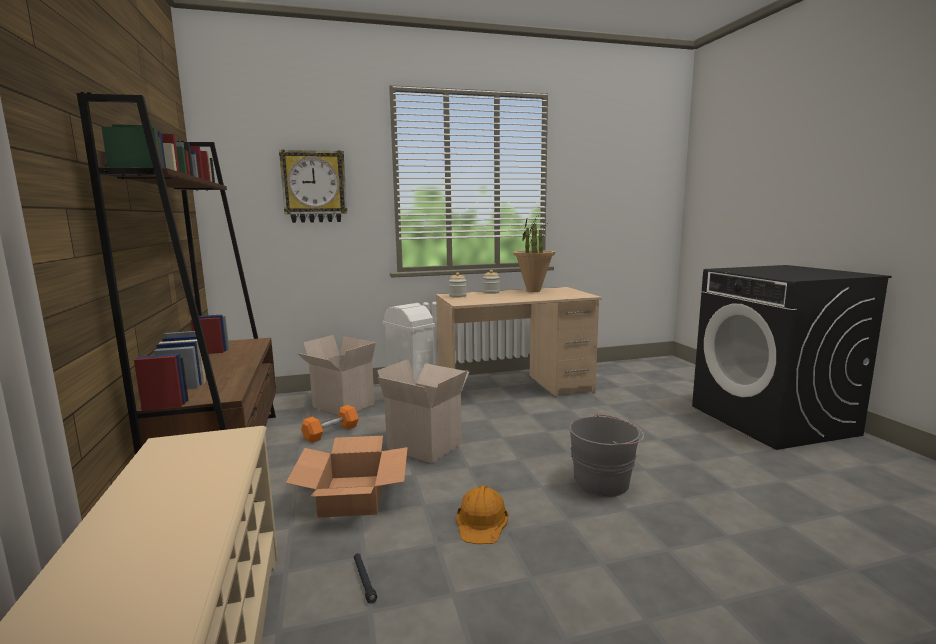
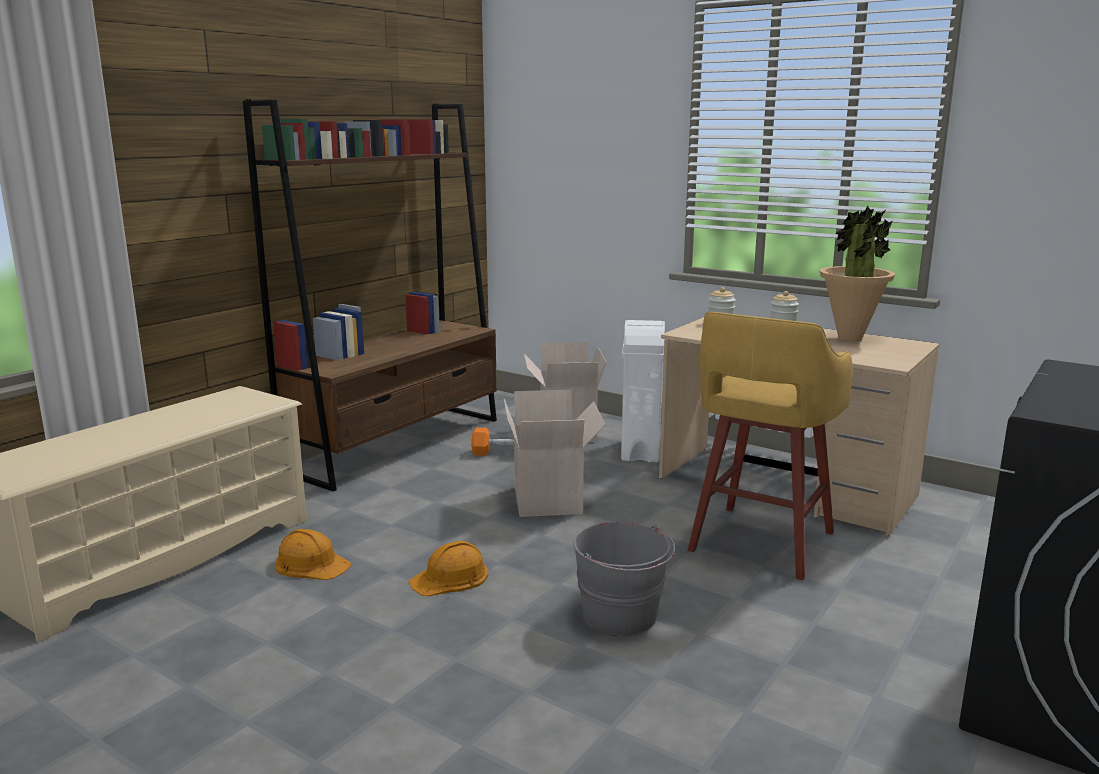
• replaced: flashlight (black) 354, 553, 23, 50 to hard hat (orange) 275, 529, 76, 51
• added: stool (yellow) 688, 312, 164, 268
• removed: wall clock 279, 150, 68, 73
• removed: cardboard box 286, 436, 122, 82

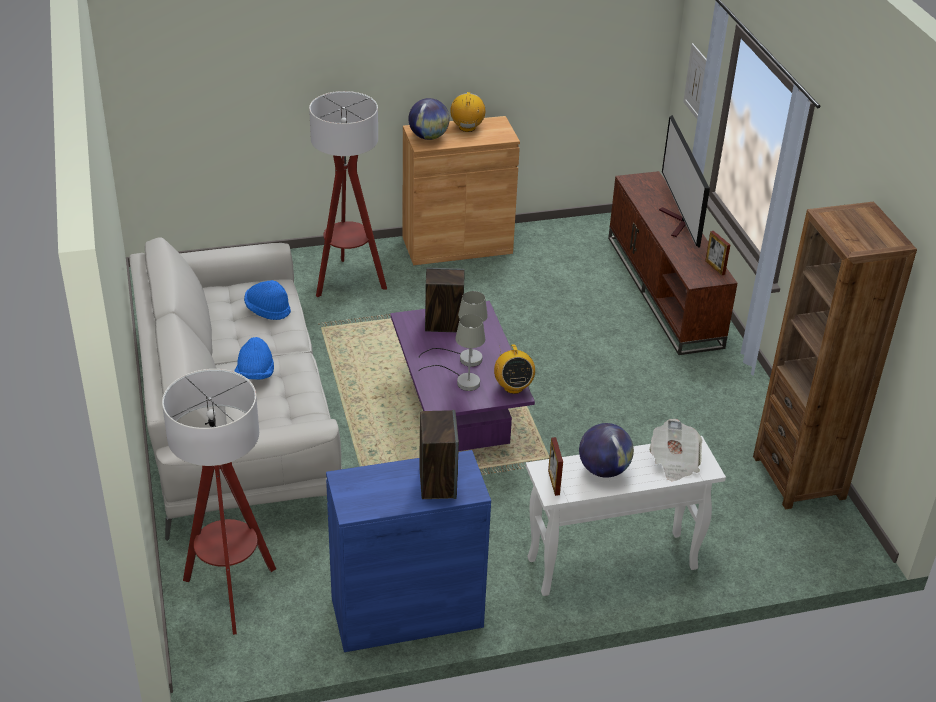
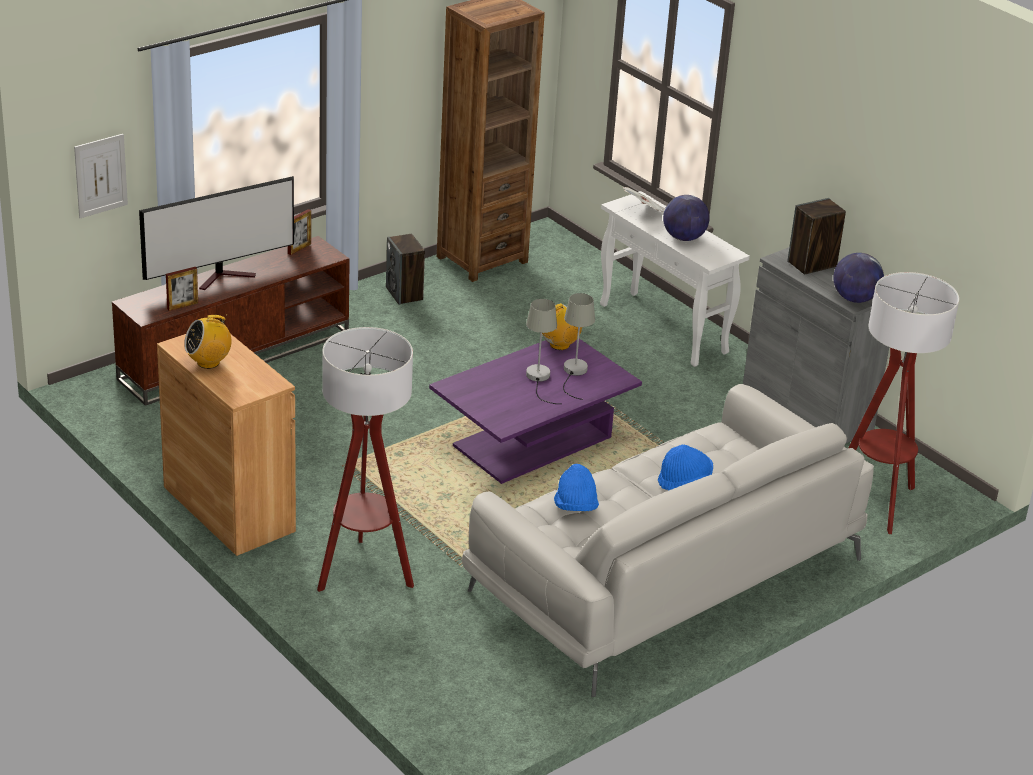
• moved: picture frame 548, 437, 15, 59 to 166, 267, 32, 44
• moved: speaker 425, 268, 40, 64 to 386, 234, 39, 71
• recoloured: cabinet (blue) 326, 450, 165, 202 to cabinet (grey) 743, 247, 146, 196
• moved: globe 408, 98, 42, 42 to 833, 253, 51, 50

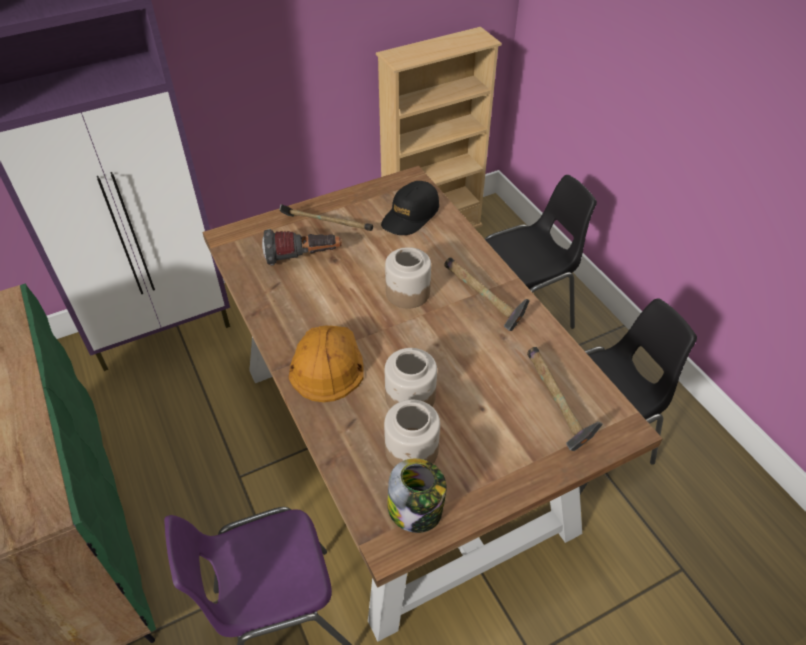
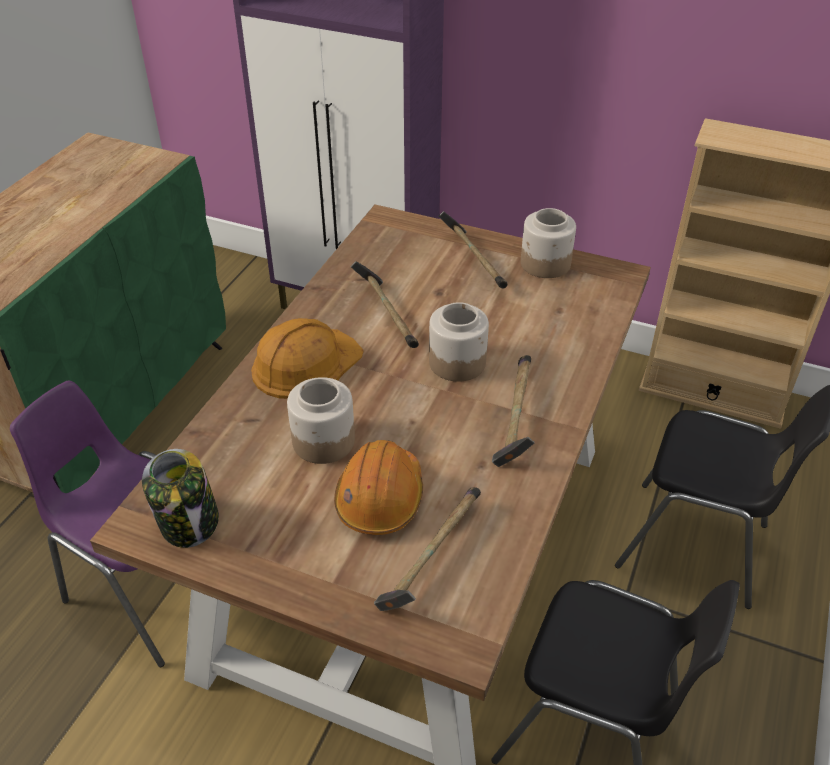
• added: hard hat (orange) 334, 440, 89, 95
• added: hammer 350, 261, 69, 87
• moved: jar 384, 400, 56, 67 to 521, 208, 55, 70
• removed: flashlight 262, 229, 80, 36
• removed: cap (black) 381, 181, 58, 54

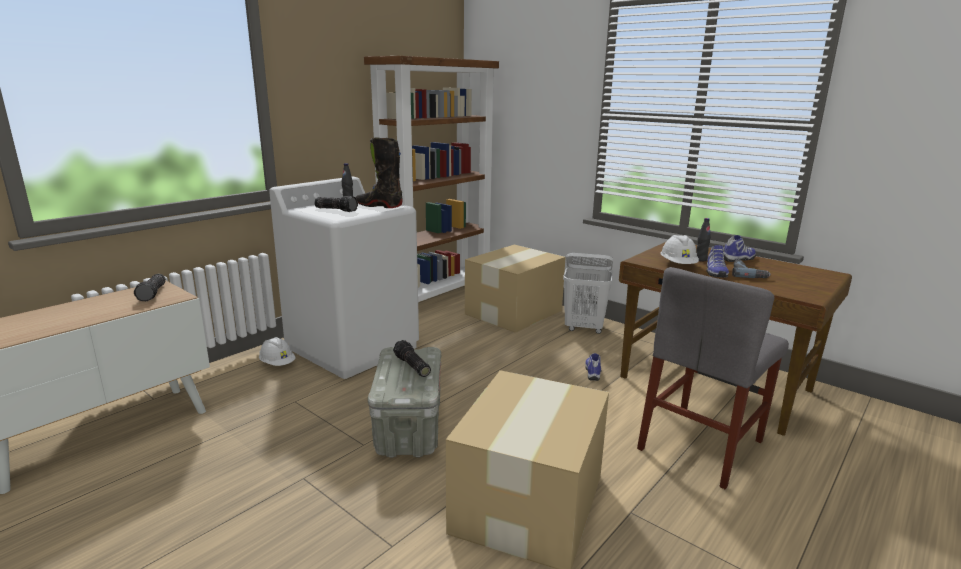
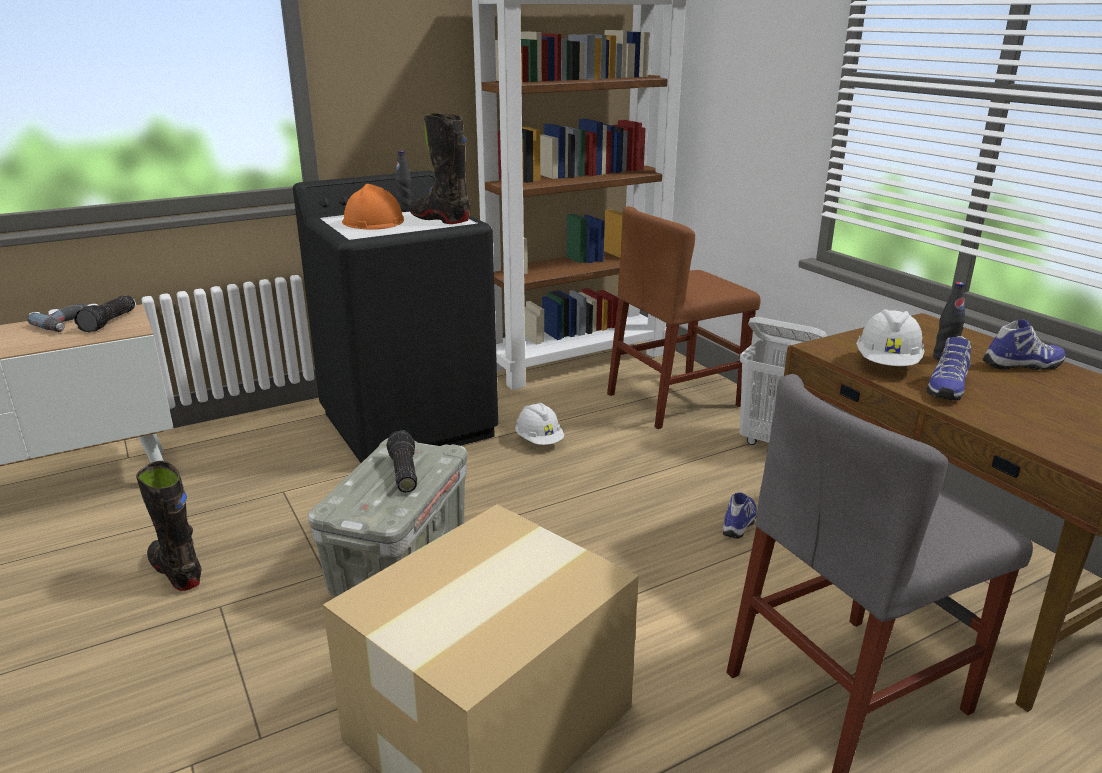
• moved: power drill 732, 260, 39, 18 to 27, 303, 60, 29
• added: boot (black) 136, 461, 66, 130
• recoloured: washing machine (white) 269, 177, 150, 202 to washing machine (black) 293, 170, 205, 293
• replaced: flashlight 314, 196, 44, 16 to hard hat (orange) 342, 184, 62, 46
• moved: hard hat (white) 259, 337, 37, 29 to 515, 403, 49, 42
• replaced: cardboard box 465, 245, 100, 88 to chair (brown) 607, 206, 154, 223

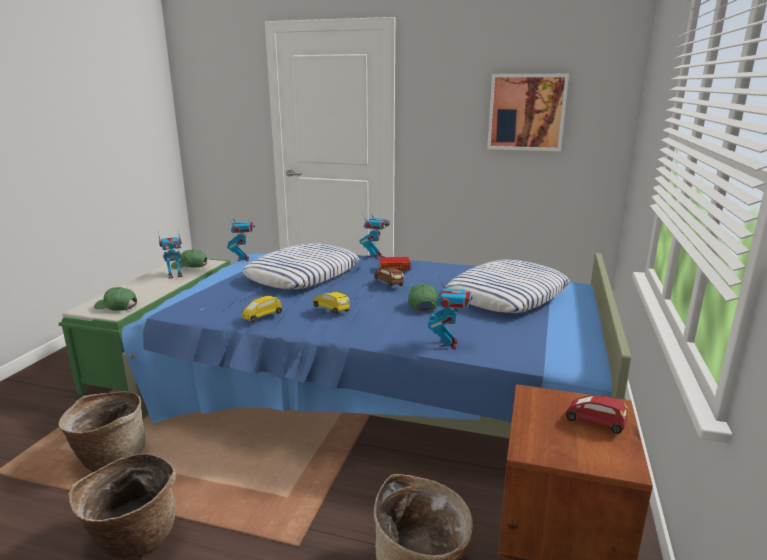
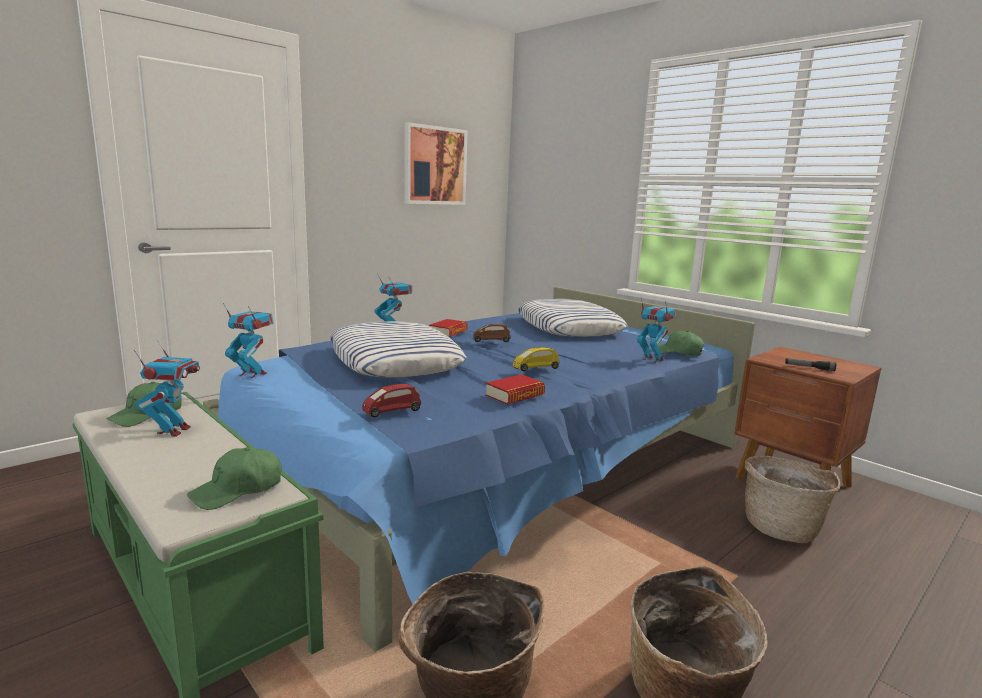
• moved: toy car (red) 565, 395, 63, 39 to 362, 384, 59, 34
• replaced: toy car (yellow) 242, 296, 40, 26 to book 485, 374, 60, 31
• moved: cap (green) 408, 284, 30, 27 to 658, 331, 46, 25
• added: flashlight 785, 358, 51, 13

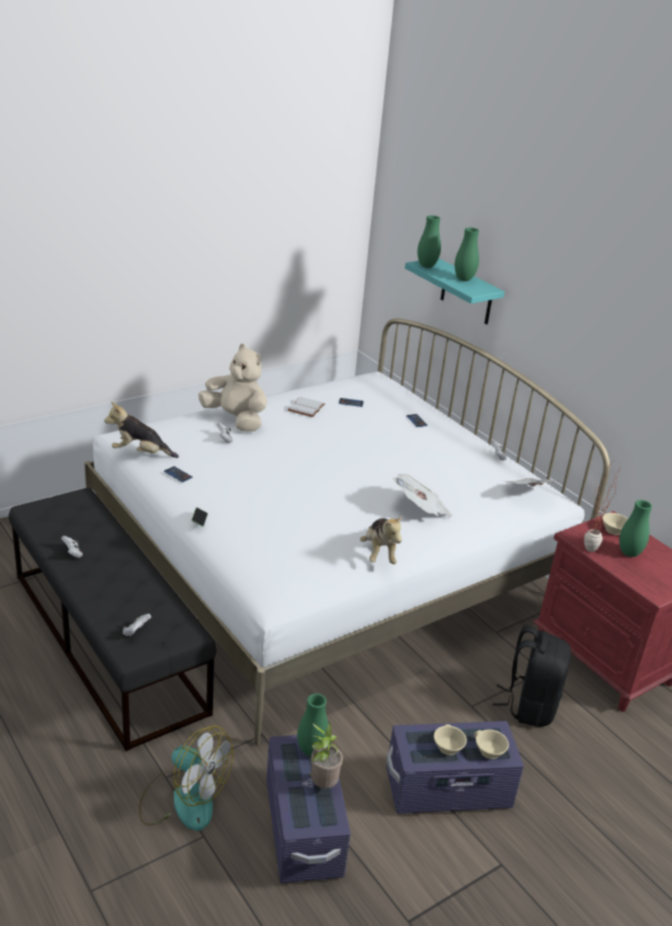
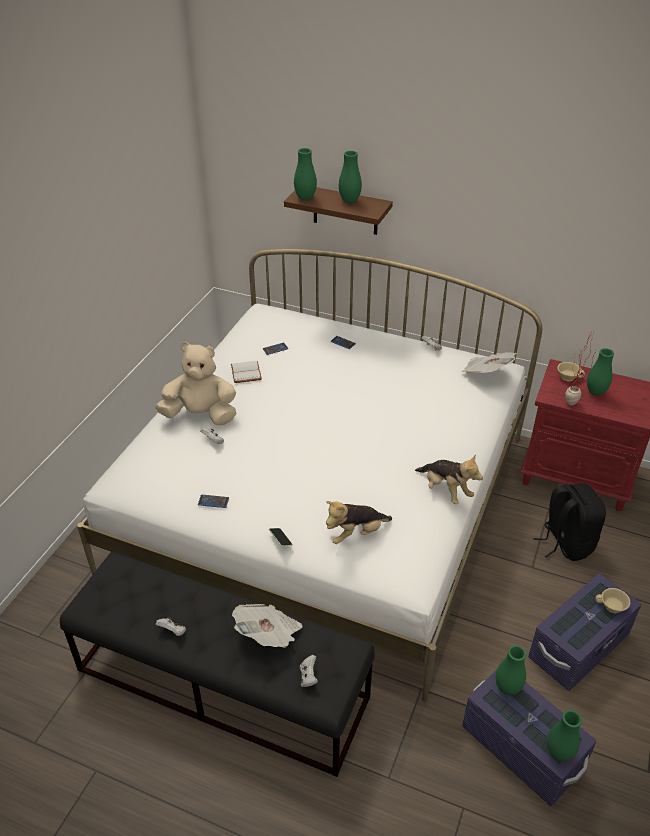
• moved: newspaper 393, 474, 59, 42 to 232, 604, 71, 44
• recoloured: shelf (turquoise) 405, 259, 100, 66 to shelf (brown) 284, 187, 109, 48
• moved: plush toy 104, 402, 75, 56 to 326, 501, 66, 43
• added: vase (green) 547, 710, 35, 51
• removed: fan 139, 726, 94, 105
• removed: potted plant 309, 722, 34, 66
• removed: cup (beige) 434, 724, 33, 31

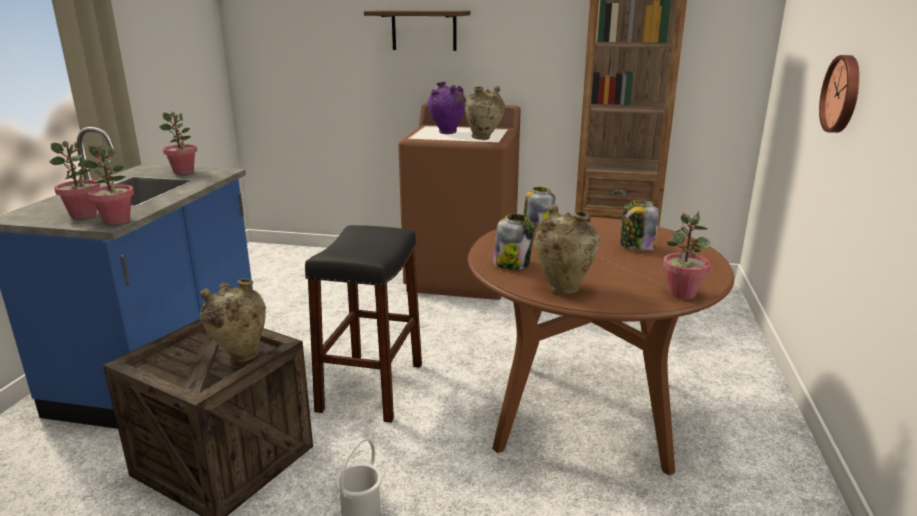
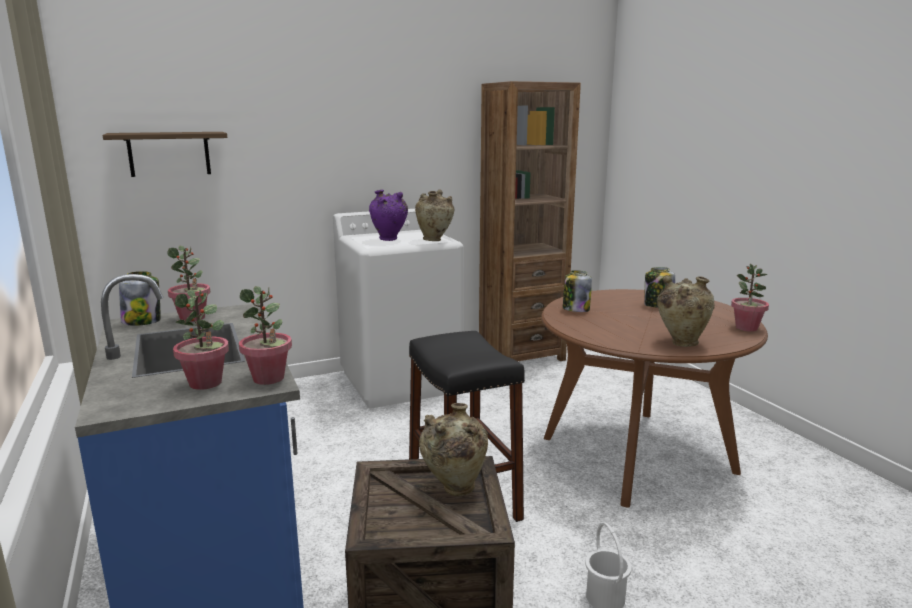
• moved: shelf 364, 10, 106, 41 to 103, 132, 124, 45
• moved: jar 493, 214, 41, 56 to 119, 271, 42, 55
• recoloured: washing machine (brown) 398, 103, 123, 197 to washing machine (white) 333, 209, 131, 200
• removed: wall clock 819, 55, 41, 78

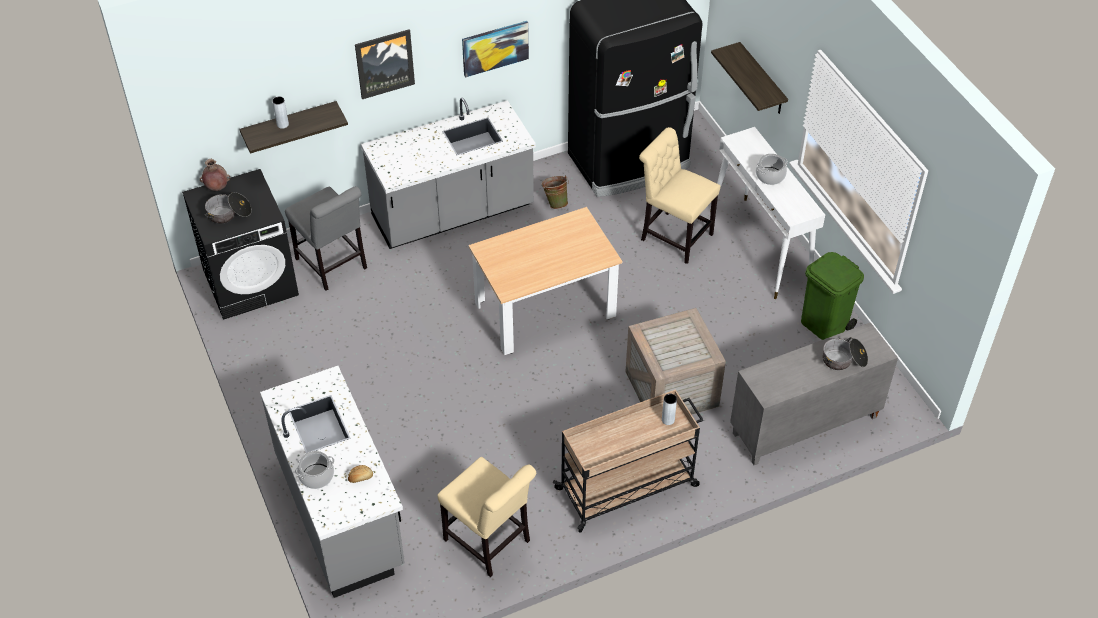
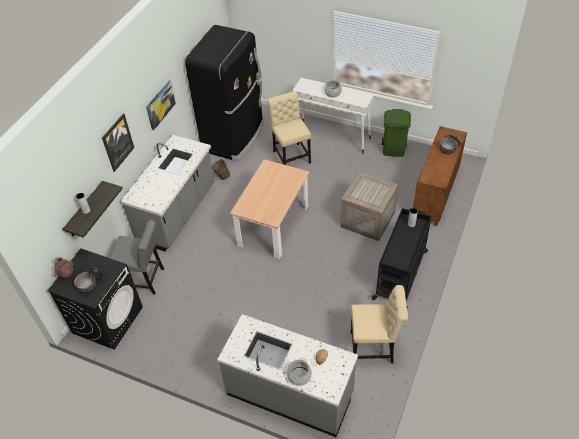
• turned: chair (beige) 639, 127, 81, 137 = 267, 91, 44, 74 75 degrees clockwise
• recoloured: cart (beige) 553, 389, 150, 144 to cart (black) 371, 208, 61, 100
• recoloured: cabinet (grey) 730, 322, 168, 143 to cabinet (brown) 413, 126, 54, 100
• removed: shelf 711, 42, 77, 72

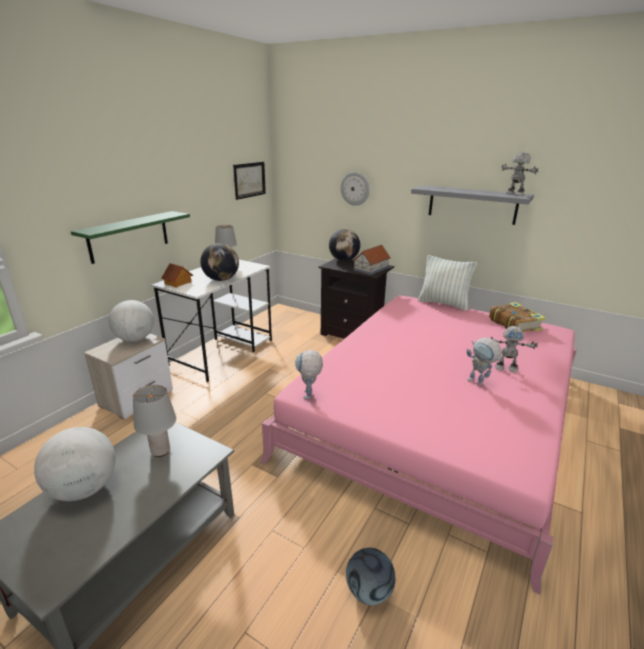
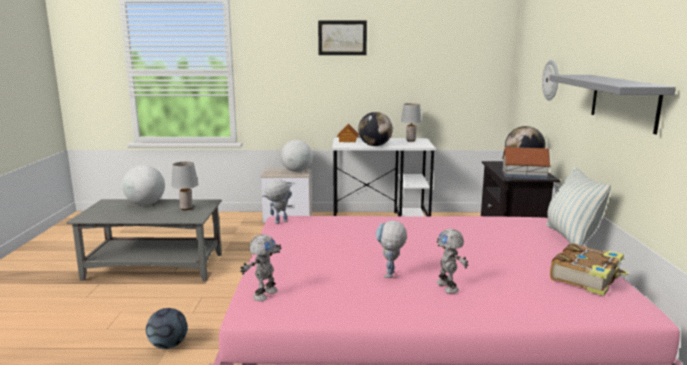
• moved: toy robot 501, 152, 37, 44 to 240, 234, 41, 67
• moved: picture 233, 162, 33, 38 to 318, 20, 49, 35
• removed: shelf (green) 71, 211, 119, 53

